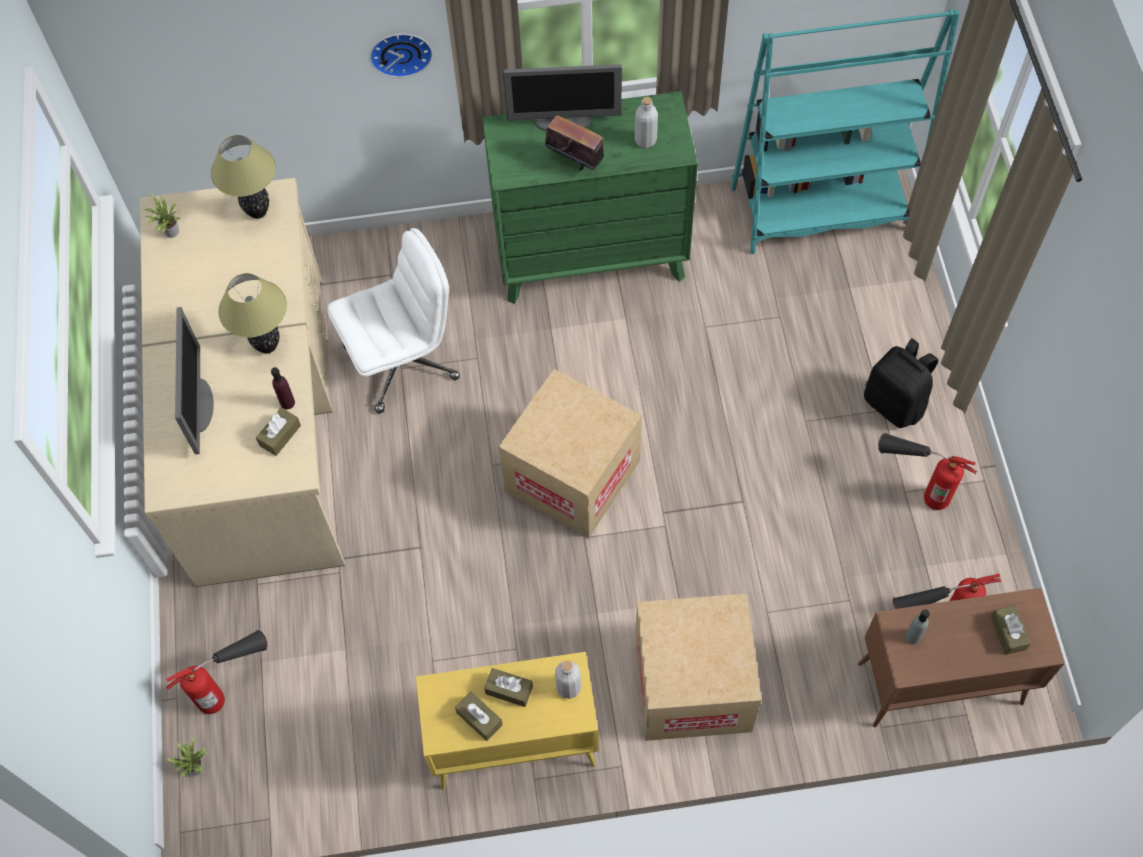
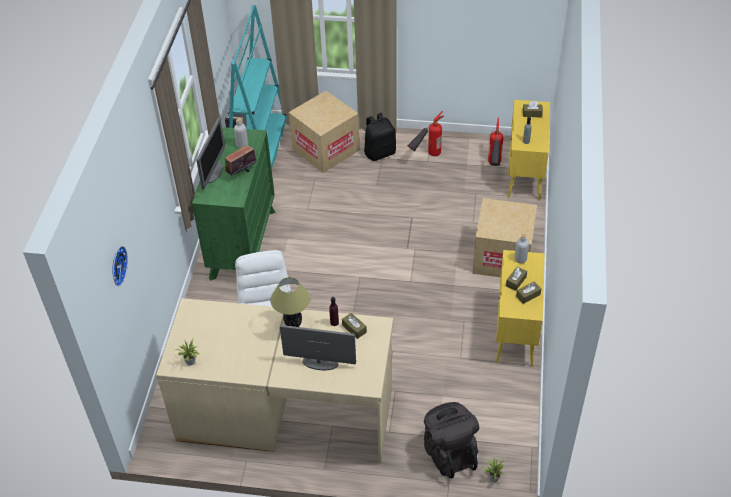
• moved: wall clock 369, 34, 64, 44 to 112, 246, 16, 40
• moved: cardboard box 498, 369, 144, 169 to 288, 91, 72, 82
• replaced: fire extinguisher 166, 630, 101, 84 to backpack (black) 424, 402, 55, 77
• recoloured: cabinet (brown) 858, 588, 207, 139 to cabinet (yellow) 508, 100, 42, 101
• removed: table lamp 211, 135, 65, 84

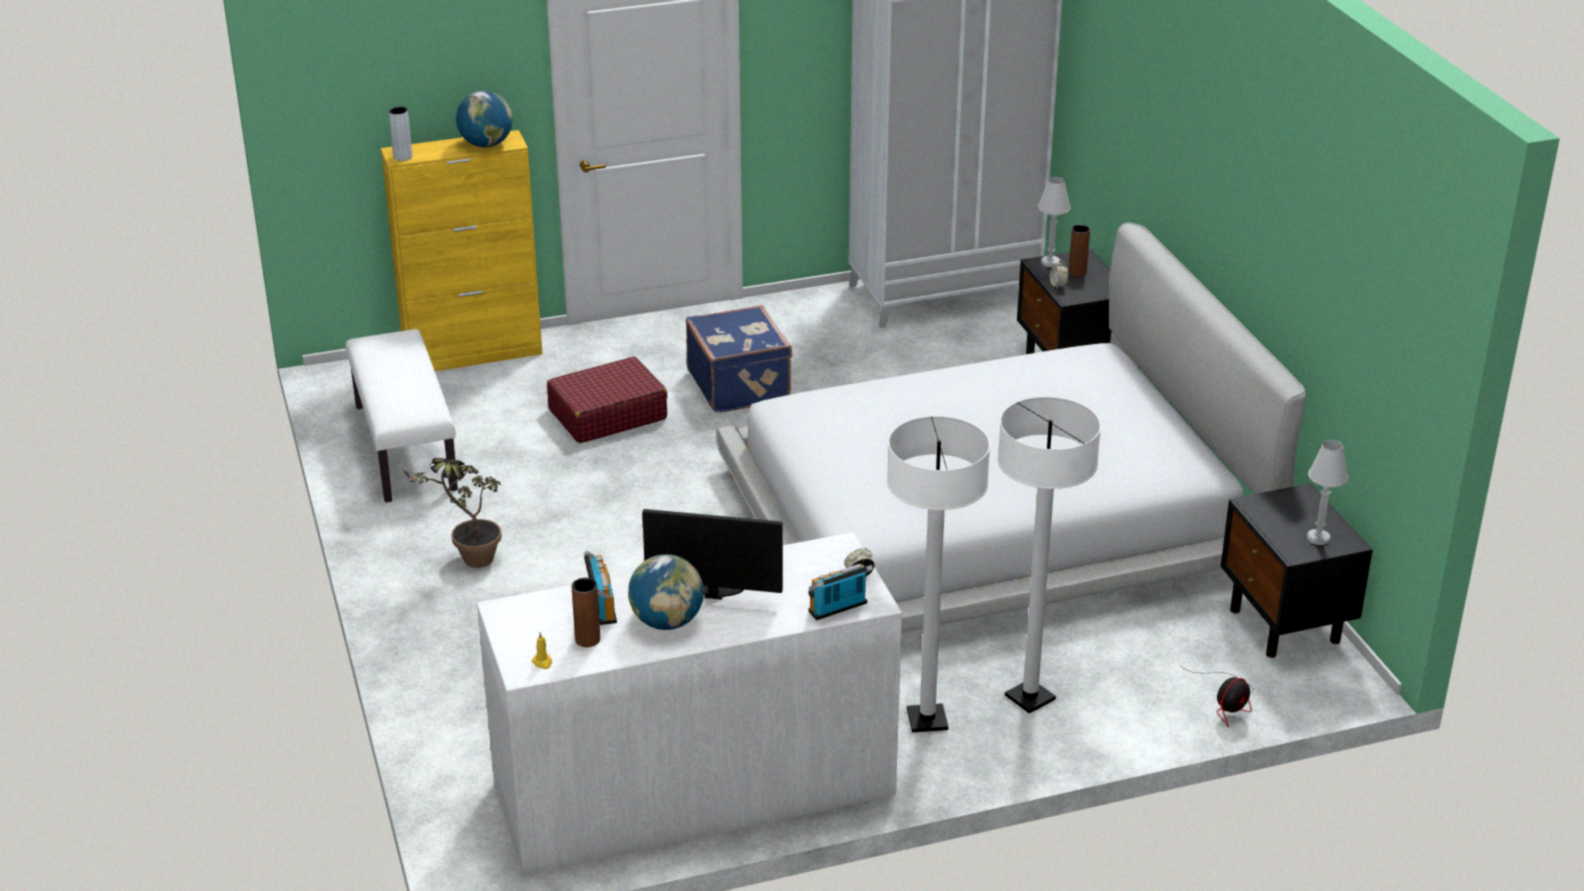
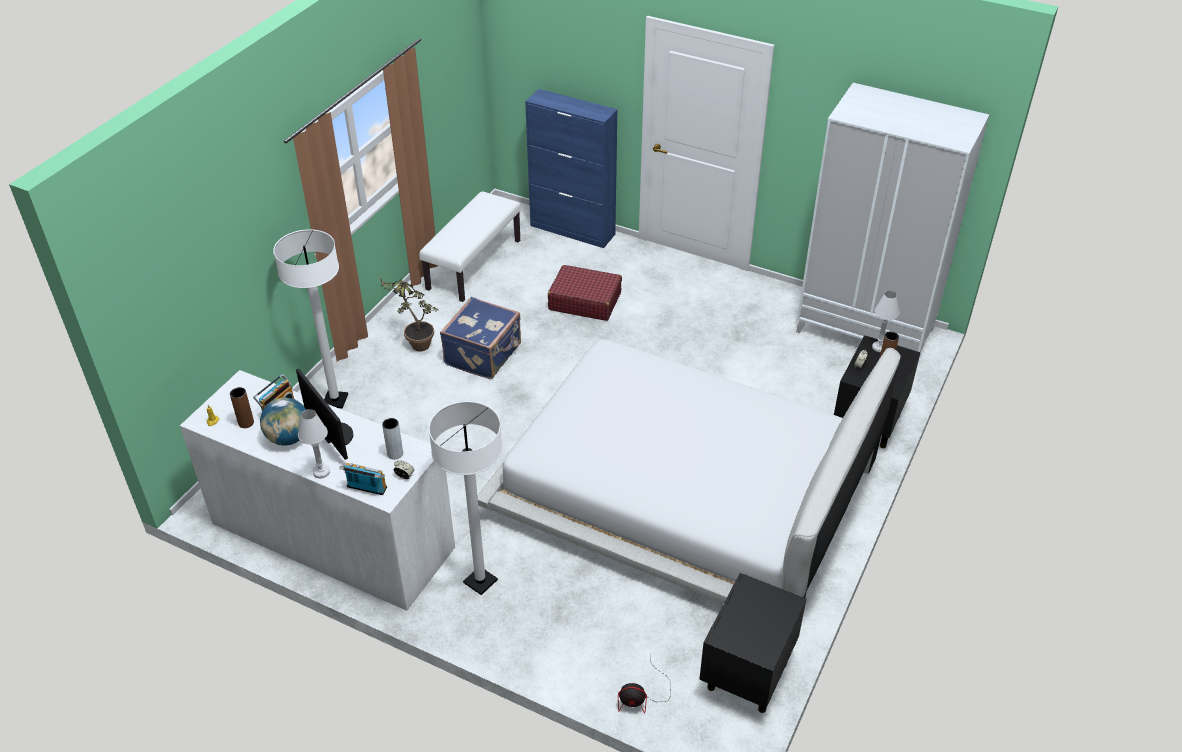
• moved: floor lamp (white) 998, 396, 103, 317 to 273, 229, 75, 180
• moved: table lamp (white) 1307, 440, 41, 105 to 298, 409, 32, 70
• moved: vase (grey) 389, 107, 23, 54 to 382, 418, 21, 42
• moved: suitcase (blue) 686, 305, 106, 108 to 440, 297, 81, 82
• recoloured: cabinet (yellow) 381, 130, 161, 241 to cabinet (blue) 525, 89, 93, 159
• removed: globe 456, 91, 57, 56

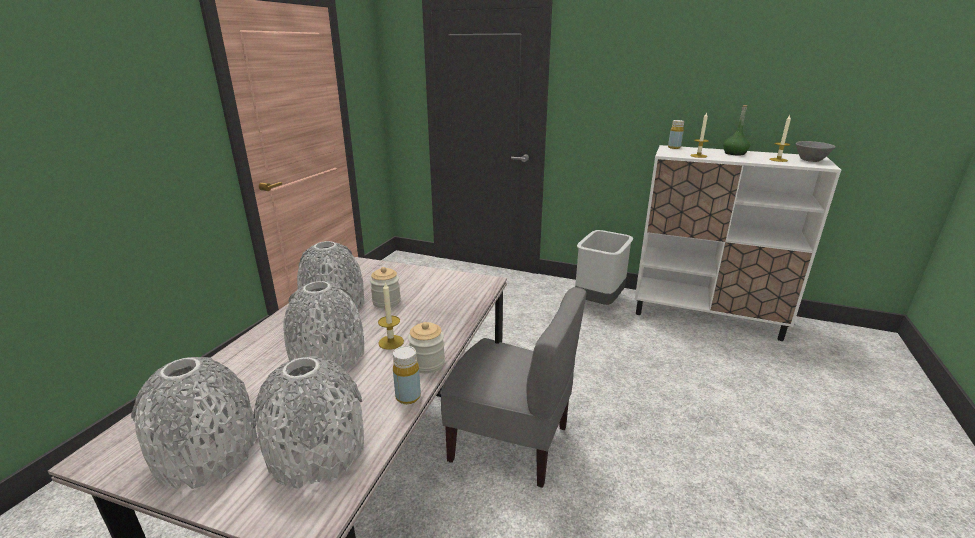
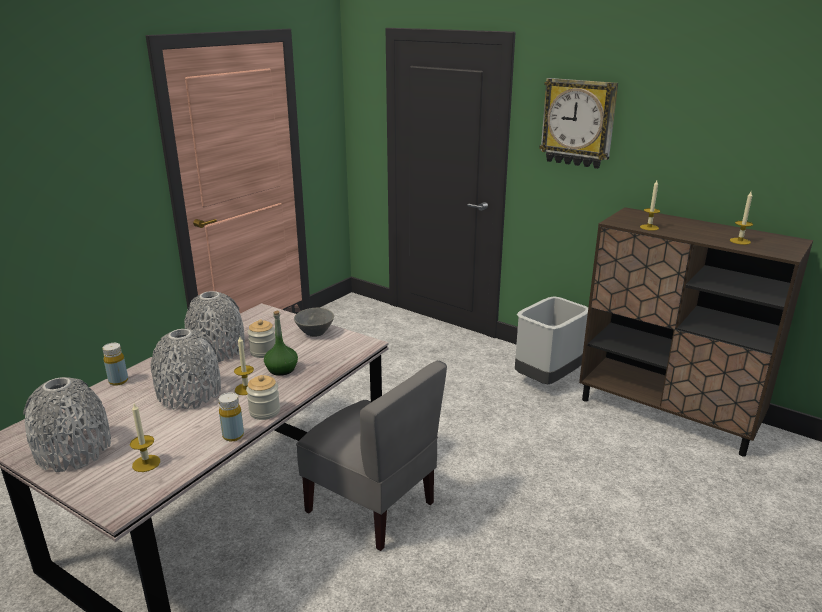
• moved: bottle (yellow) 668, 120, 16, 29 to 102, 343, 26, 43
• replaced: vase (grey) 253, 356, 111, 133 to candle 130, 404, 30, 68
• moved: bottle (green) 723, 105, 27, 51 to 264, 311, 34, 65
• moved: bowl (grey) 796, 141, 40, 21 to 294, 307, 40, 30
• added: wall clock 539, 78, 79, 91
• recoloured: cabinet (white) 635, 145, 206, 196 to cabinet (brown) 579, 207, 234, 250

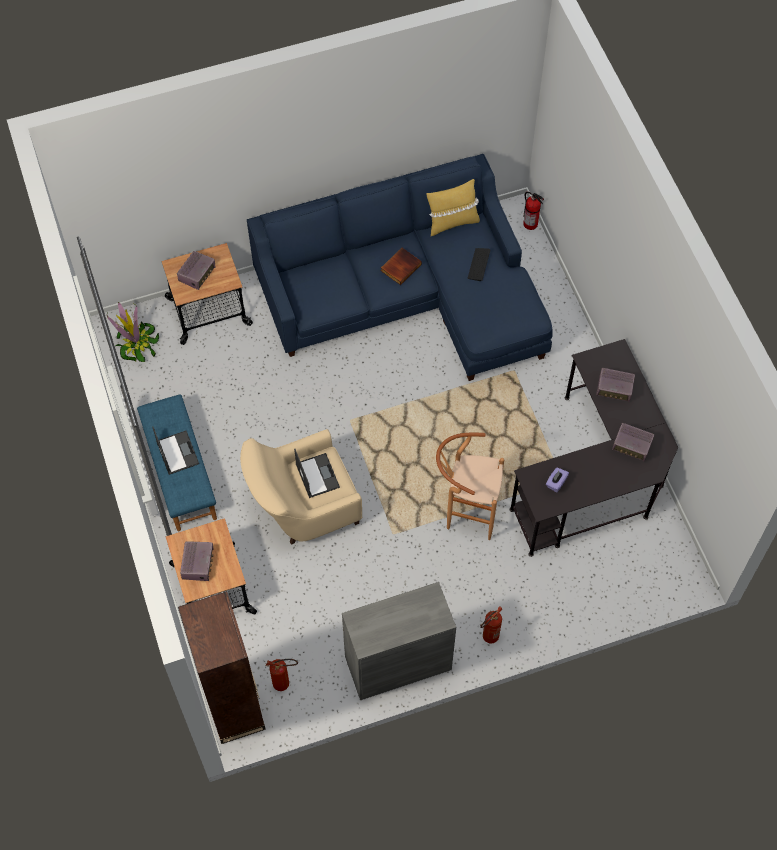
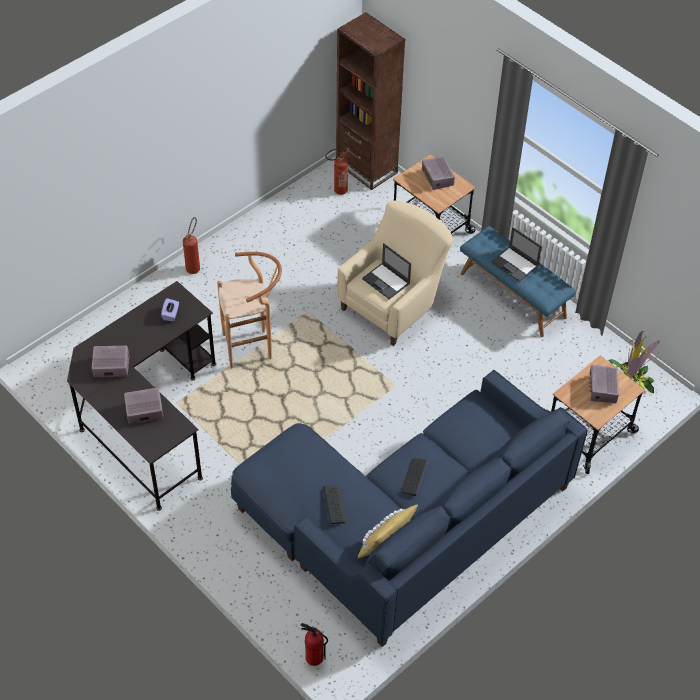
• replaced: book 381, 248, 41, 37 to keyboard 401, 458, 27, 38
• removed: cabinet (grey) 342, 582, 114, 118

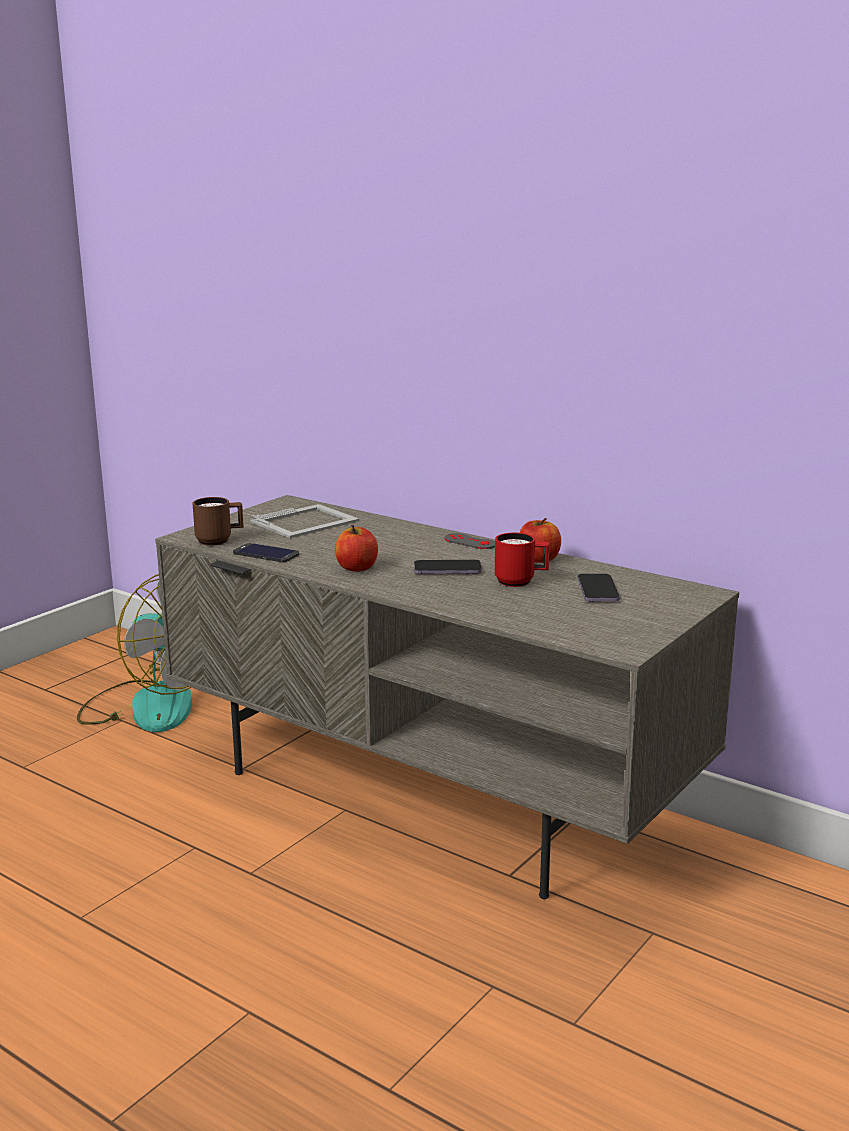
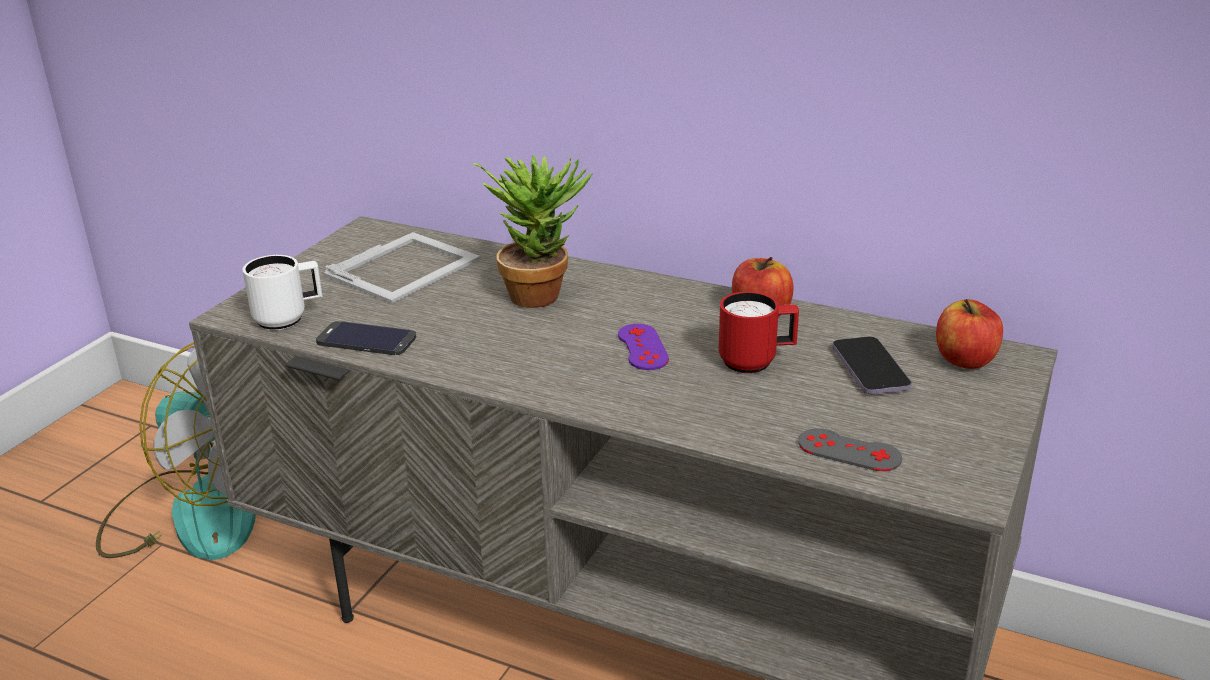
• recoloured: mug (brown) 193, 497, 51, 49 to mug (white) 243, 255, 80, 75
• added: potted plant 473, 155, 120, 153
• replaced: phone 414, 560, 68, 14 to game controller (purple) 618, 324, 51, 46
• moved: game controller (grey) 444, 533, 51, 16 to 798, 428, 104, 43
• moved: apple 335, 525, 43, 47 to 936, 299, 67, 70

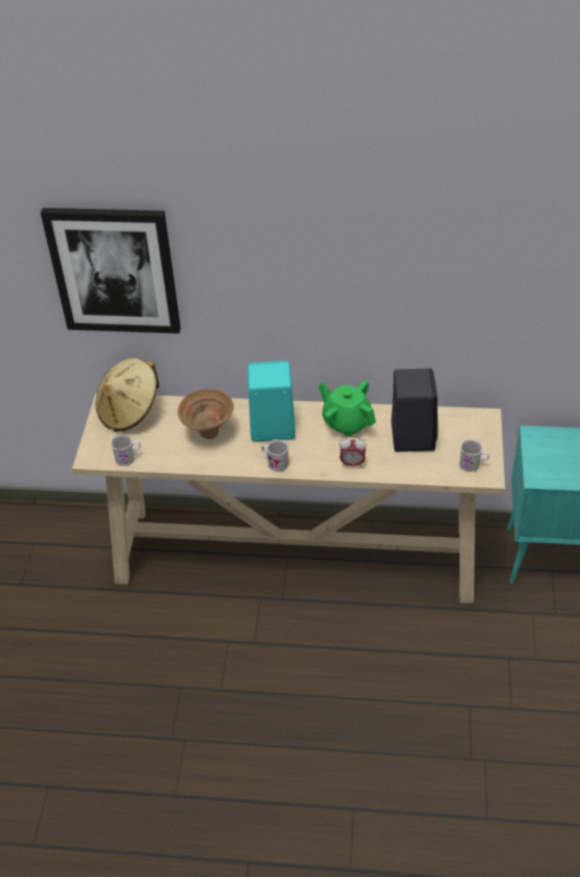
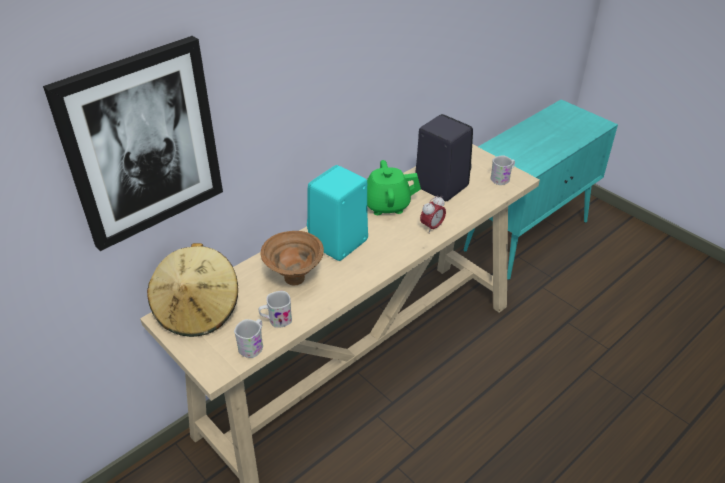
• moved: mug (white) 262, 440, 27, 32 to 259, 291, 33, 37

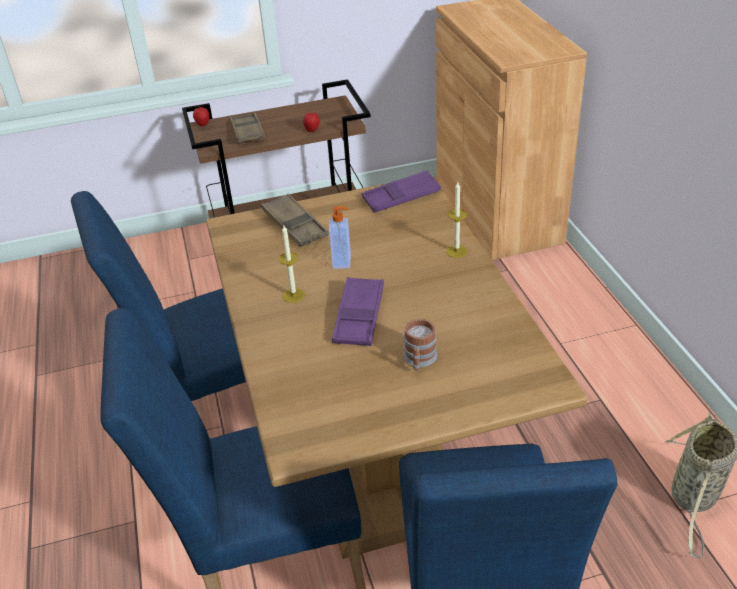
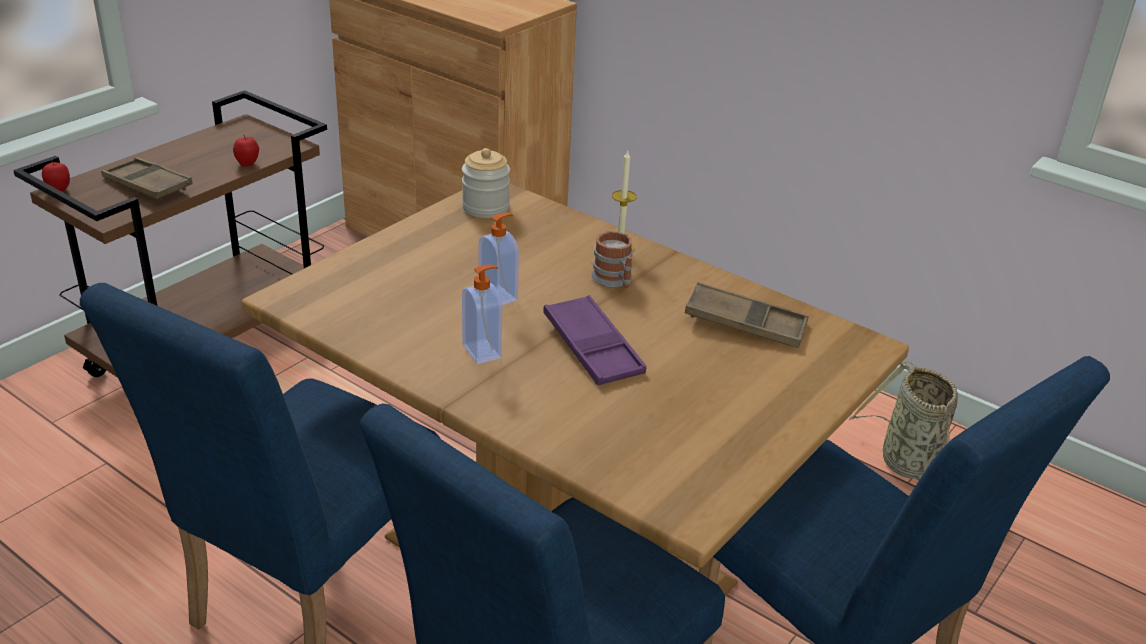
• replaced: tray (purple) 362, 170, 79, 43 to jar 462, 148, 48, 70
• replaced: candle 279, 226, 26, 77 to soap dispenser 462, 265, 40, 99
• moved: mug 403, 319, 35, 52 to 591, 231, 42, 57
• moved: tray (brown) 261, 194, 68, 53 to 685, 282, 124, 66

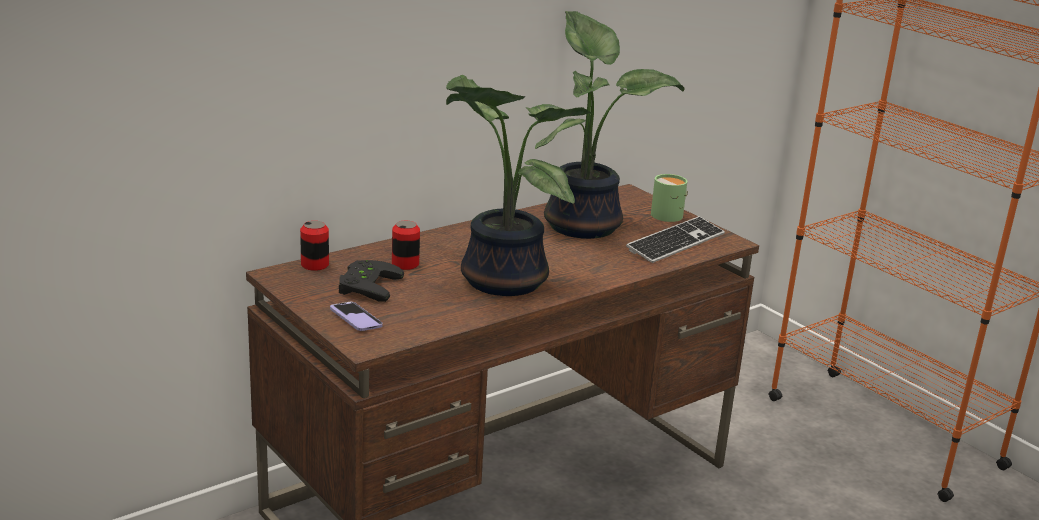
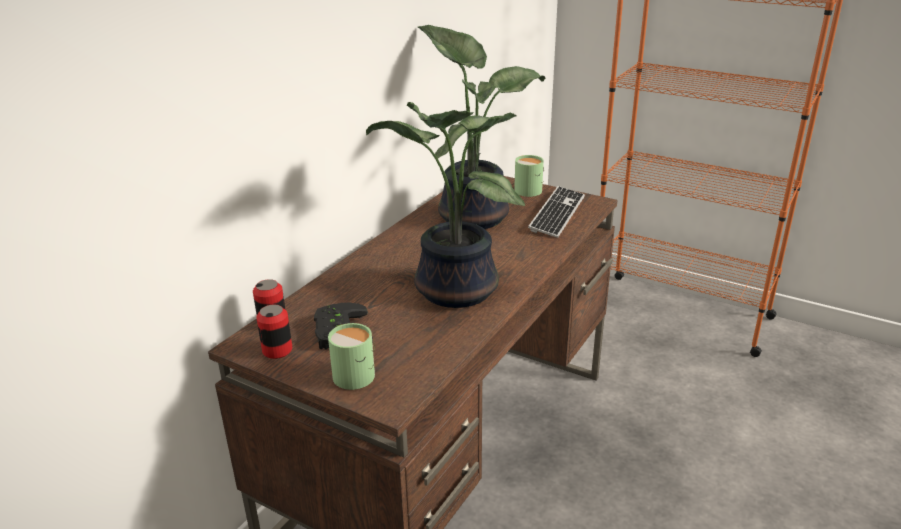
• moved: can 392, 221, 28, 49 to 256, 305, 36, 54
• replaced: phone 330, 302, 53, 29 to mug (green) 328, 323, 47, 67

